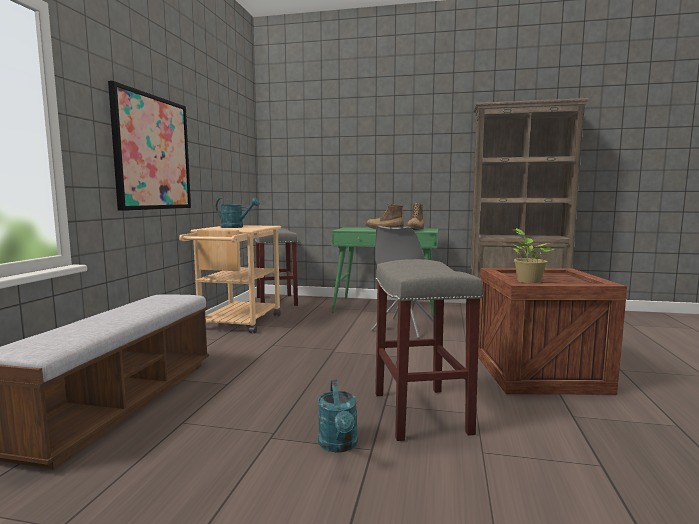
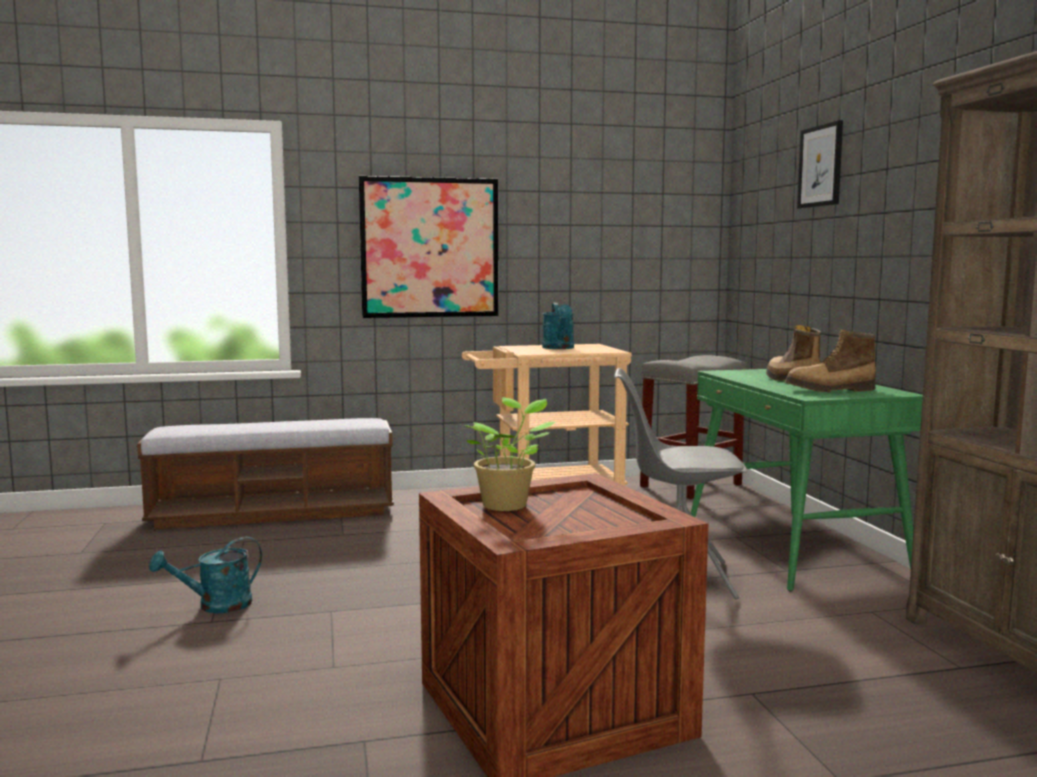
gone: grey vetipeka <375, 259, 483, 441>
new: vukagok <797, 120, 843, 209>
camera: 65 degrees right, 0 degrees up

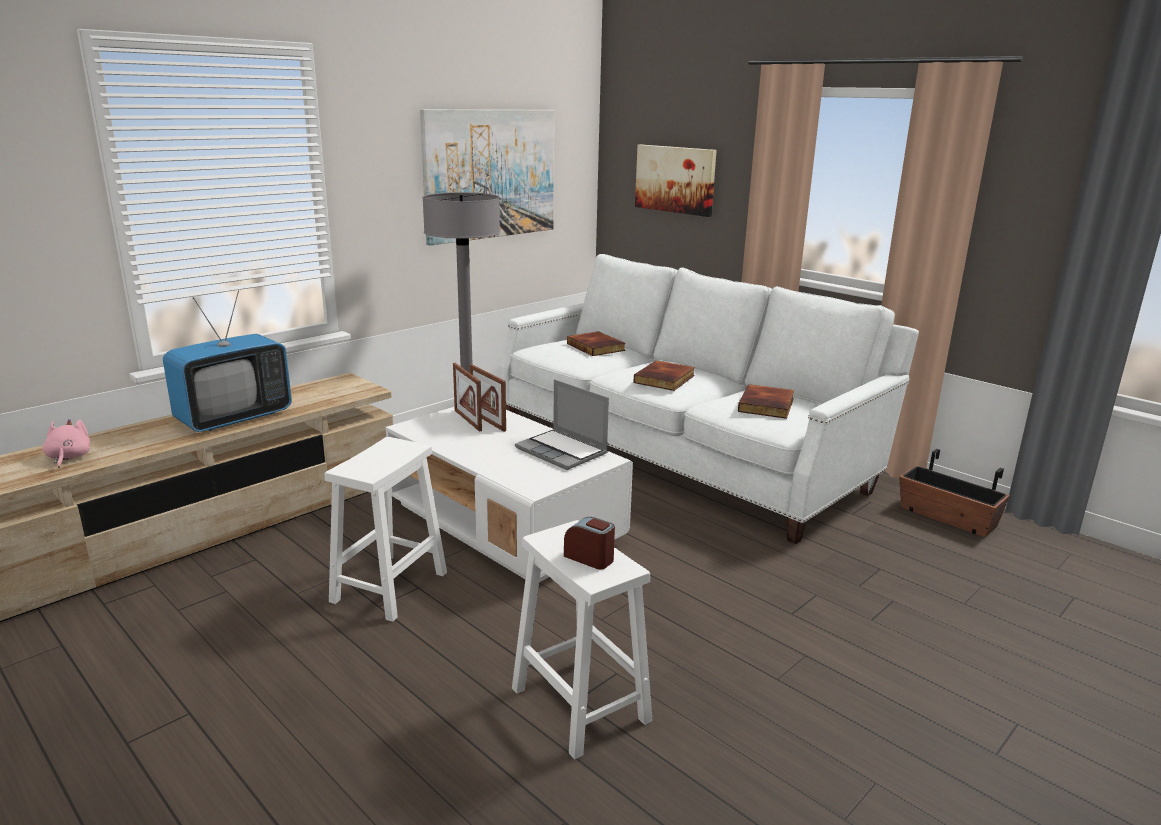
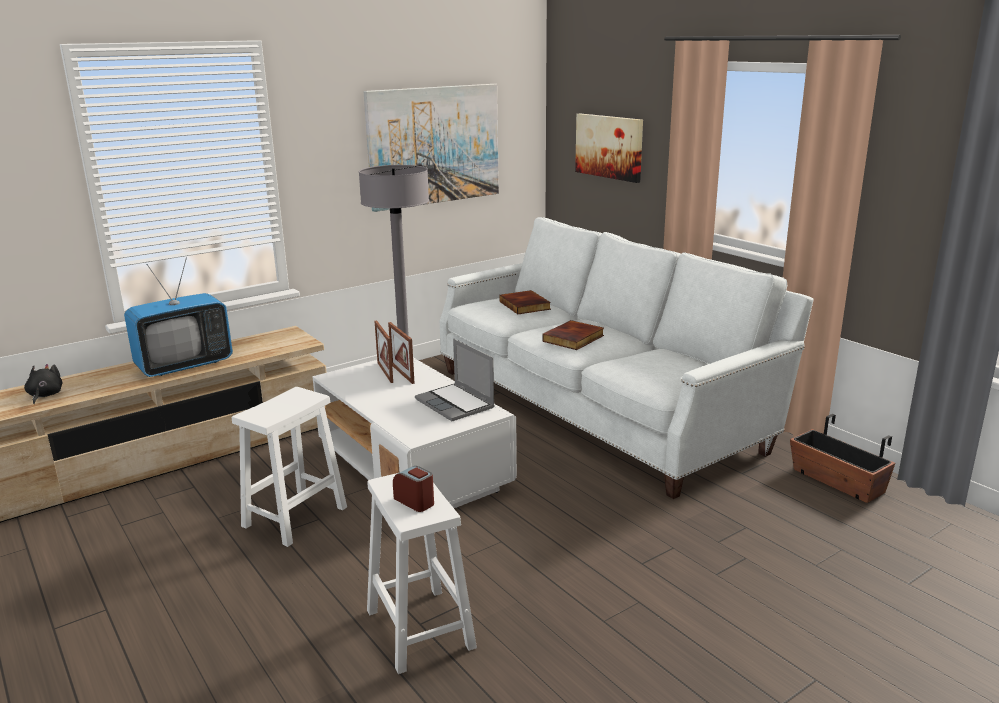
gone: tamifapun <738, 384, 794, 419>
repainted: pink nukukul <42, 419, 90, 468> to black nukukul <24, 364, 63, 404>
camera: 10 degrees right, 0 degrees up

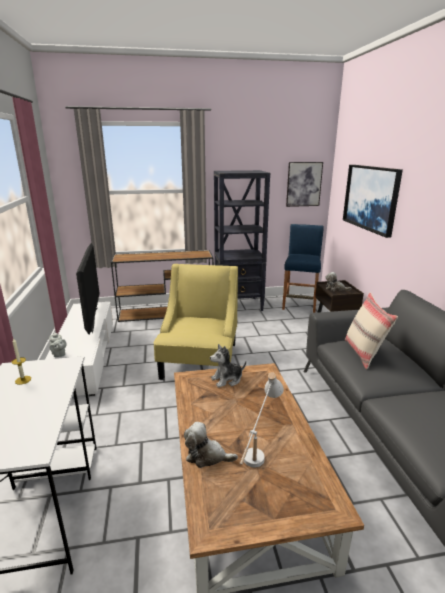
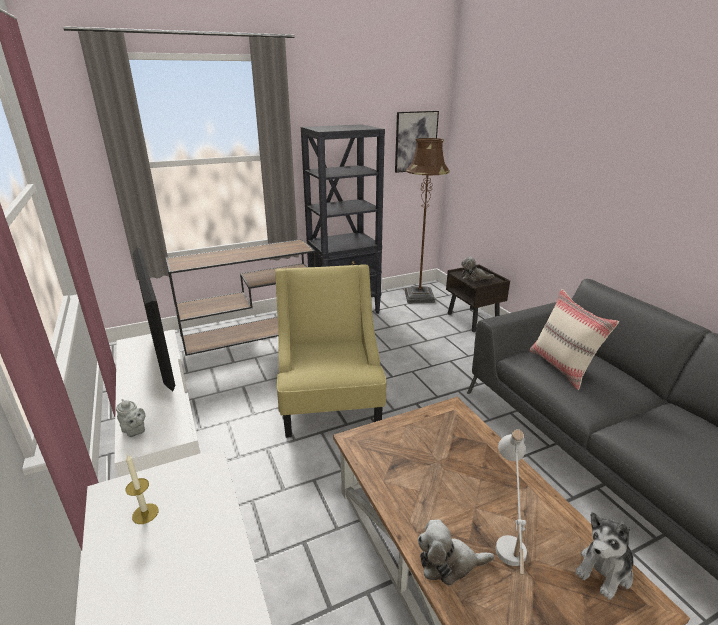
gone: vukagok <343, 165, 403, 238>
shifted: nukukul <210, 344, 246, 388> to <575, 512, 633, 600>
swapped: blue vetipeka <282, 224, 324, 313> to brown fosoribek <405, 138, 450, 303>
camera: 15 degrees left, 5 degrees up

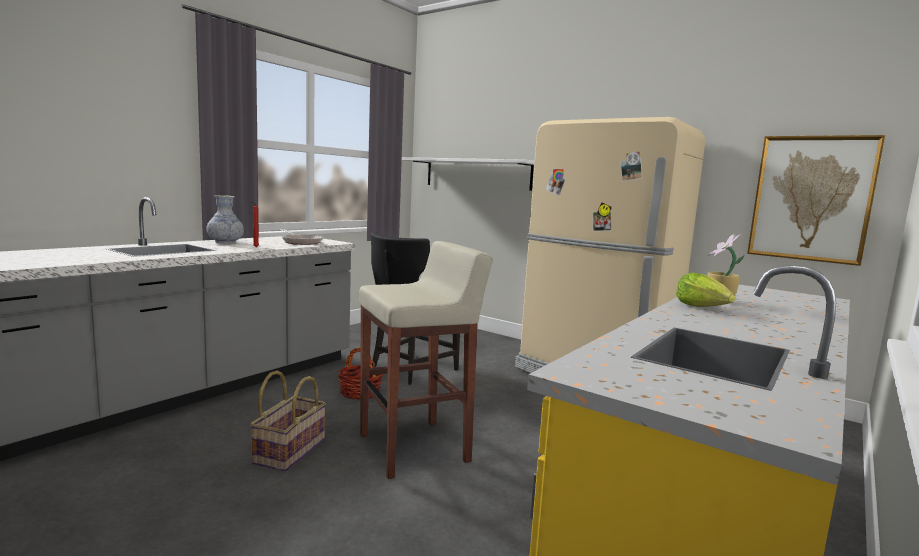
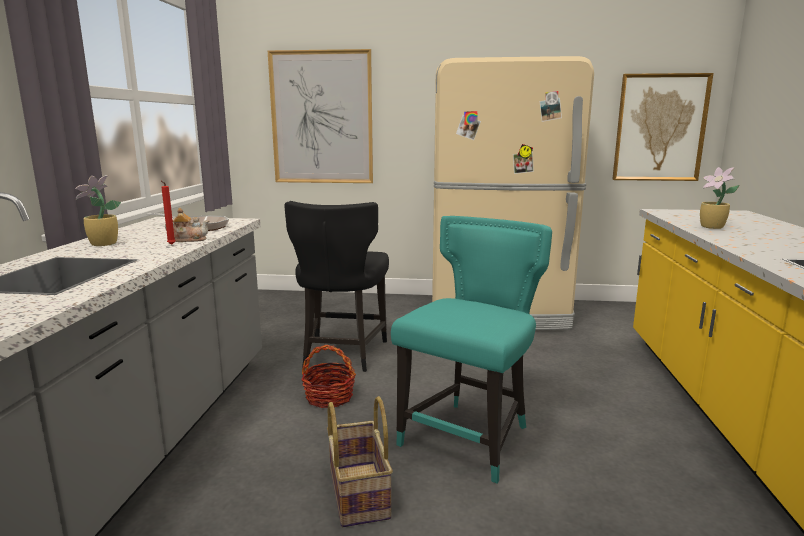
gone: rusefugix <676, 272, 735, 307>
new: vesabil <165, 208, 209, 242>
swapped: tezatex <207, 195, 244, 243> to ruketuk <75, 175, 121, 246>; beige vetipeka <359, 241, 493, 479> to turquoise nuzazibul <391, 216, 552, 483>; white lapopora <402, 157, 535, 191> to vukagok <267, 49, 373, 183>
camera: 30 degrees left, 5 degrees up

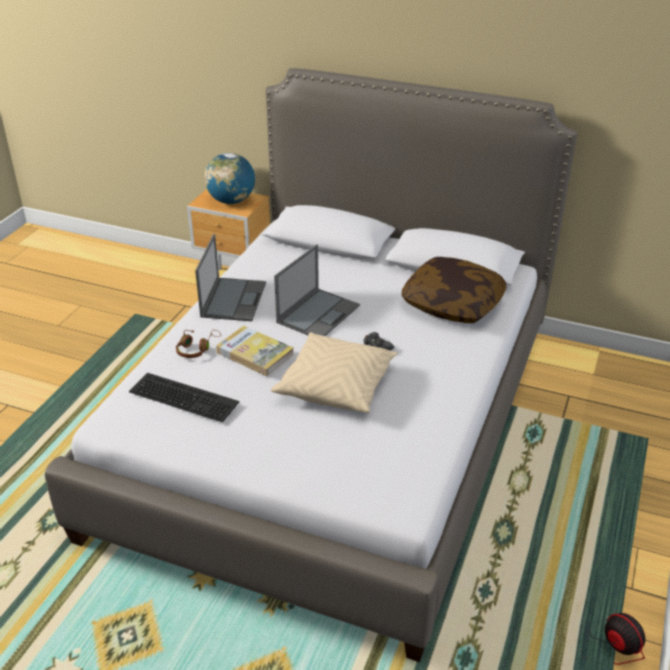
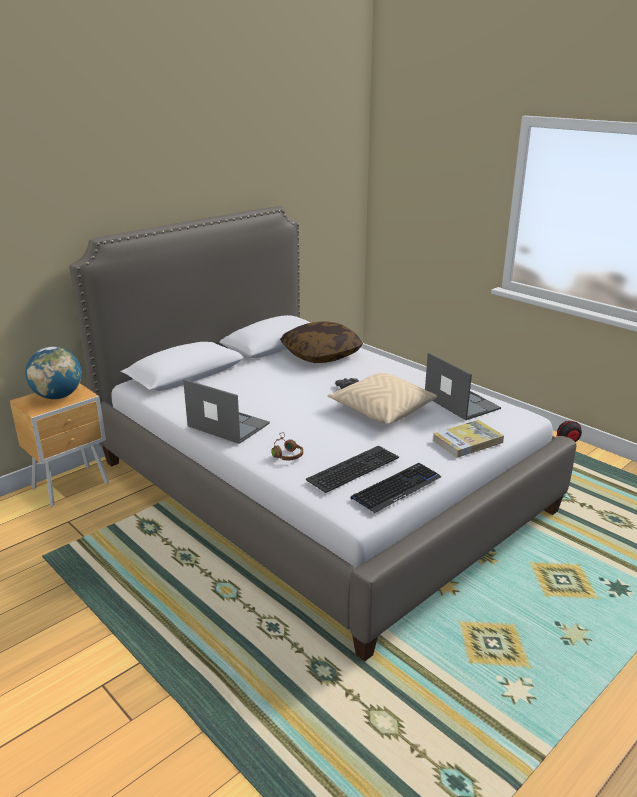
new: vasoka <351, 463, 441, 513>
shifted: tamifapun <216, 326, 294, 376> to <432, 420, 504, 458>; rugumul <274, 244, 360, 336> to <425, 353, 501, 420>
camera: 65 degrees left, 10 degrees down

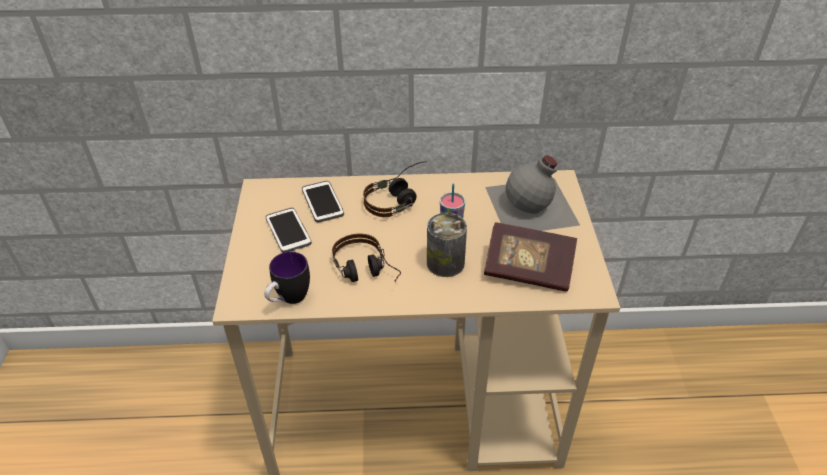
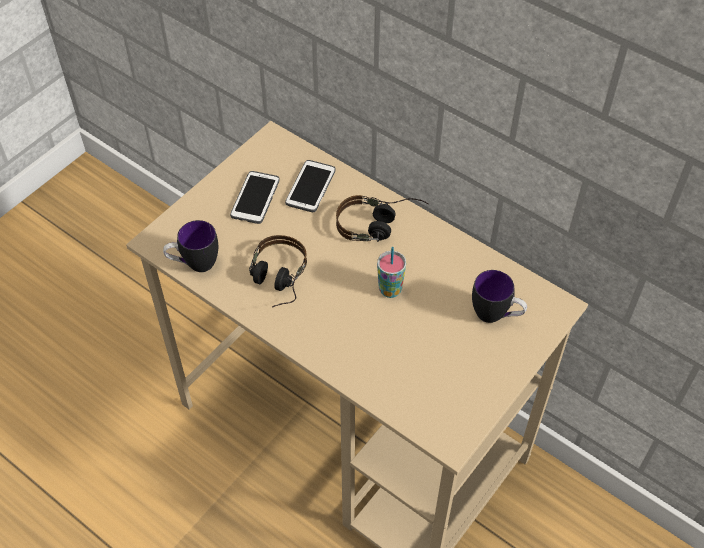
gone: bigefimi <427, 213, 467, 277>; tamifapun <484, 222, 577, 292>
swapped: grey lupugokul <485, 156, 580, 231> to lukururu <472, 270, 527, 323>
camera: 40 degrees right, 10 degrees up

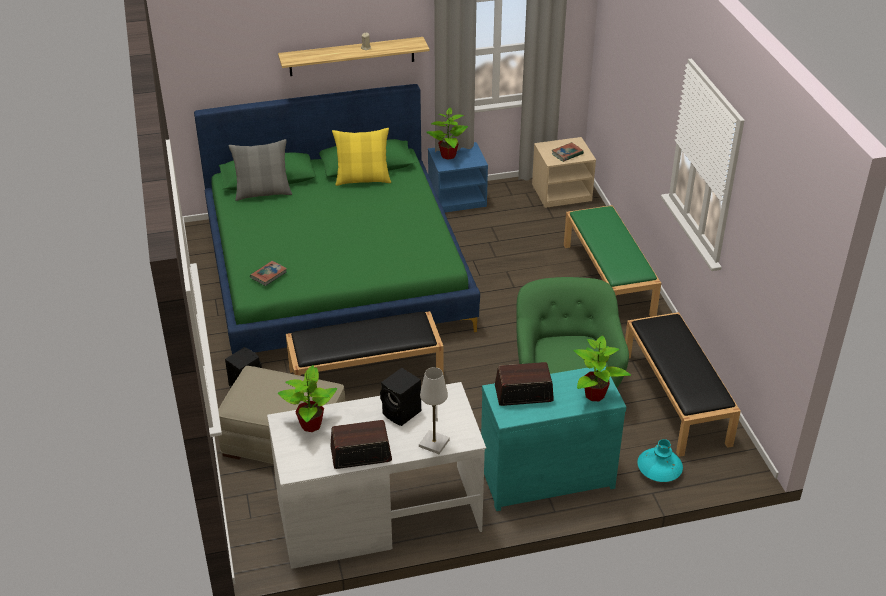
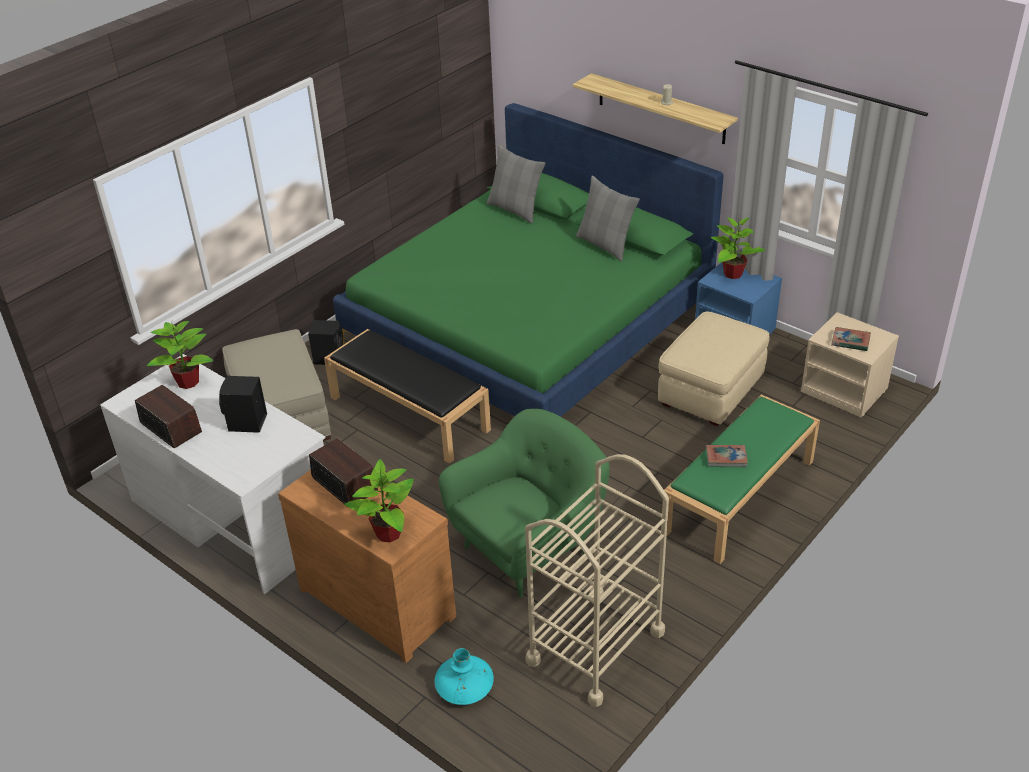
gone: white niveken <419, 367, 450, 454>
new: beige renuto <658, 311, 770, 426>
shifted: tamifapun <250, 261, 287, 286> to <706, 445, 748, 468>
swapped: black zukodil <625, 312, 741, 457> to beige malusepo <525, 454, 669, 707>
repainted: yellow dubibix <332, 128, 391, 186> to grey dubibix <576, 176, 640, 261>; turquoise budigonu <481, 367, 626, 511> to brown budigonu <278, 470, 456, 663>
camera: 55 degrees right, 0 degrees up

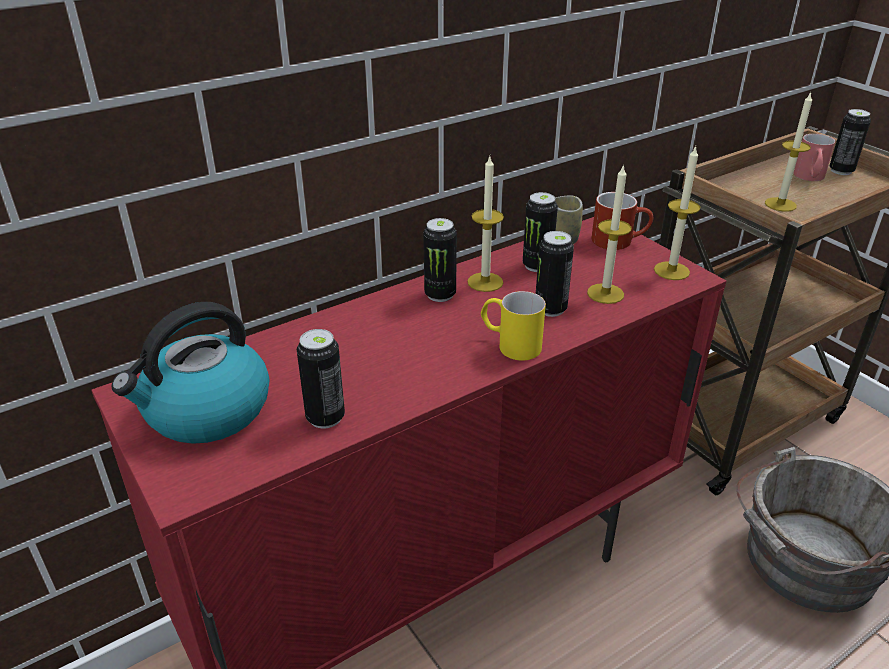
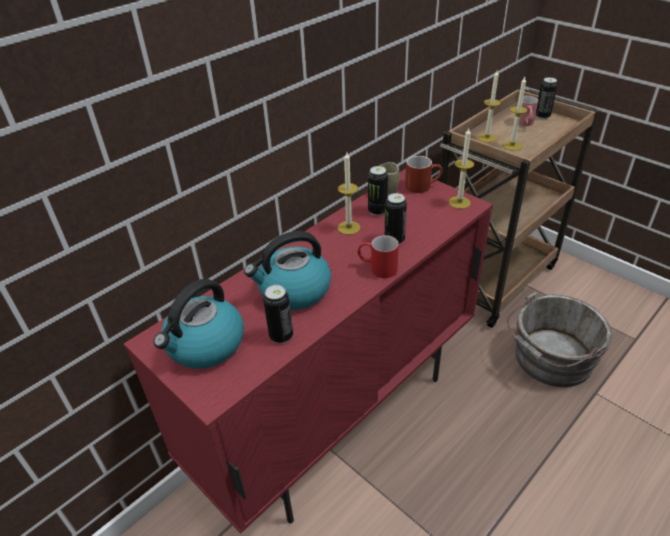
gone: bigefimi <423, 218, 457, 302>
new: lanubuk <244, 231, 331, 310>
shifted: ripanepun <587, 164, 632, 304> to <478, 71, 501, 143>
repainted: yellow lukururu <481, 291, 546, 361> to red lukururu <357, 235, 399, 278>
camera: 10 degrees left, 5 degrees up

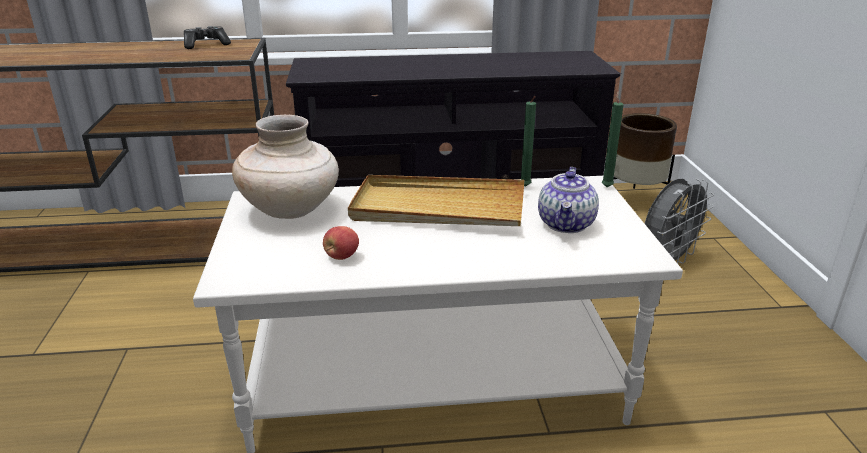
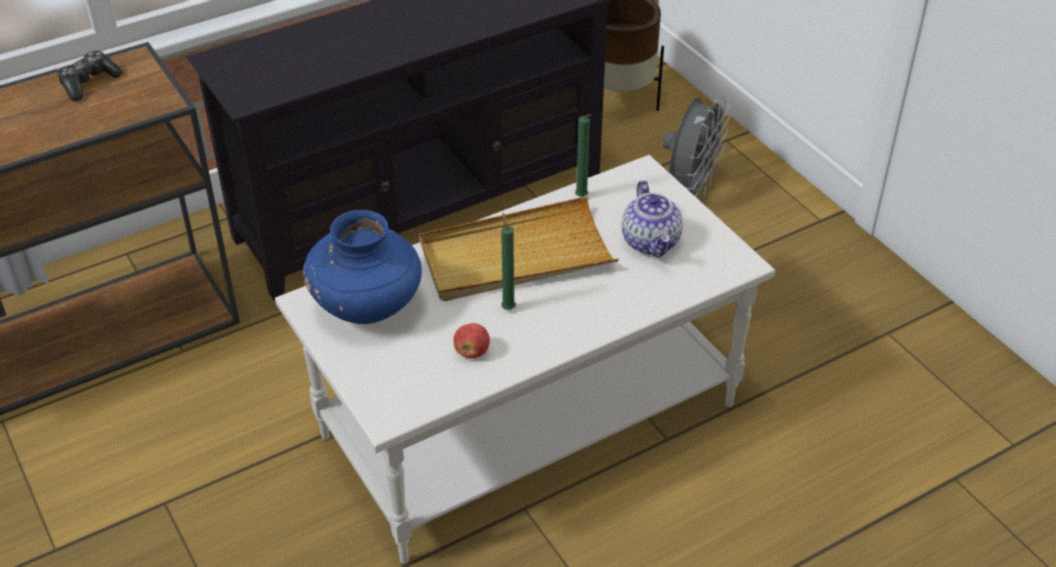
shifted: green ripanepun <602, 91, 624, 187> to <501, 213, 516, 310>
repainted: beige tezatex <232, 115, 339, 219> to blue tezatex <303, 210, 422, 324>
camera: 25 degrees left, 15 degrees up

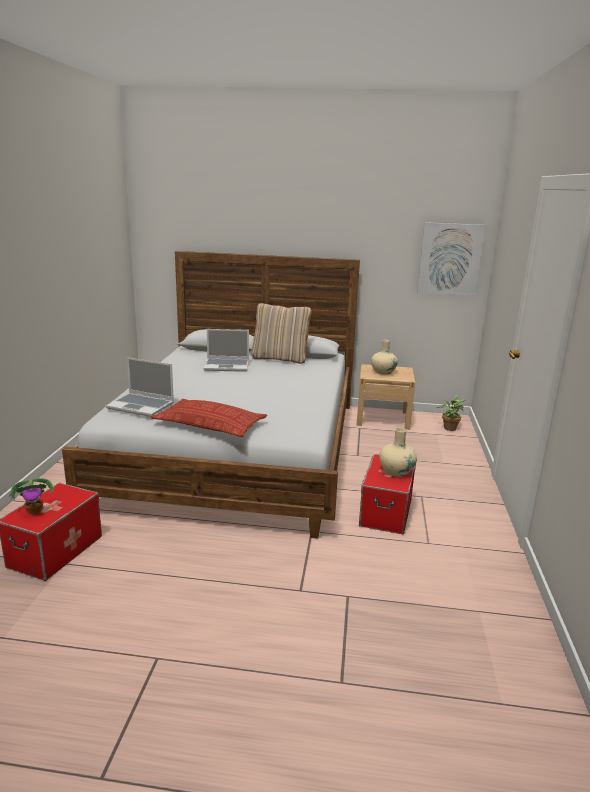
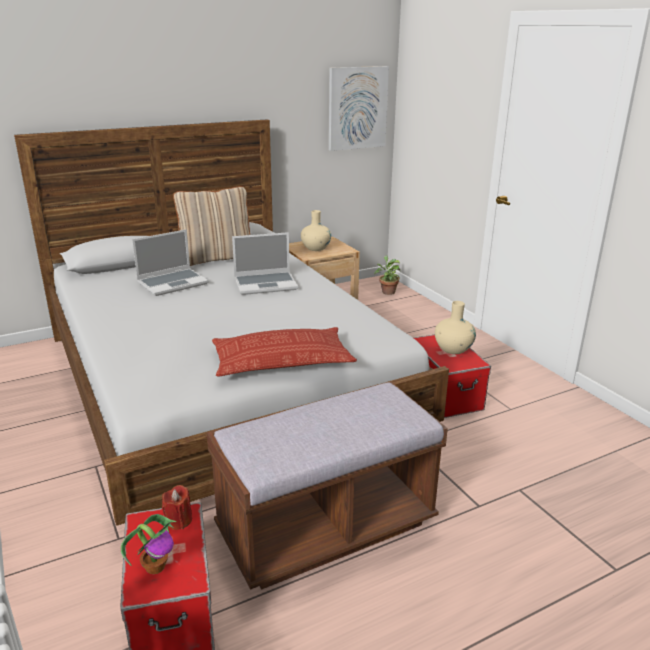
new: red ripanepun <162, 485, 192, 530>; brown zukodil <207, 382, 448, 590>
shifted: rugumul <106, 357, 174, 417> to <232, 232, 298, 295>
camera: 35 degrees left, 5 degrees up

